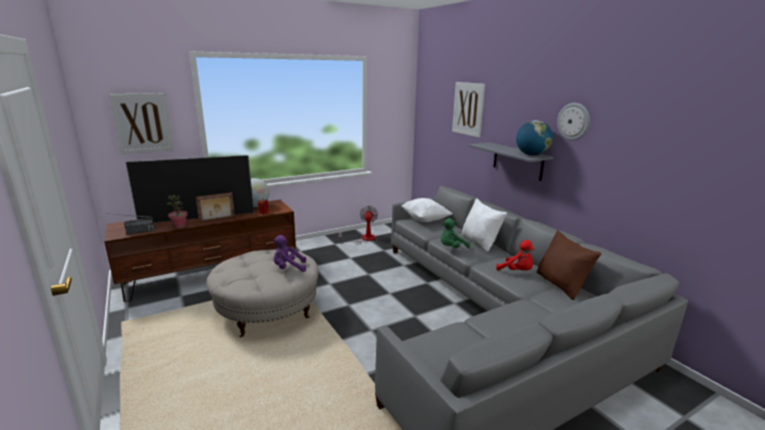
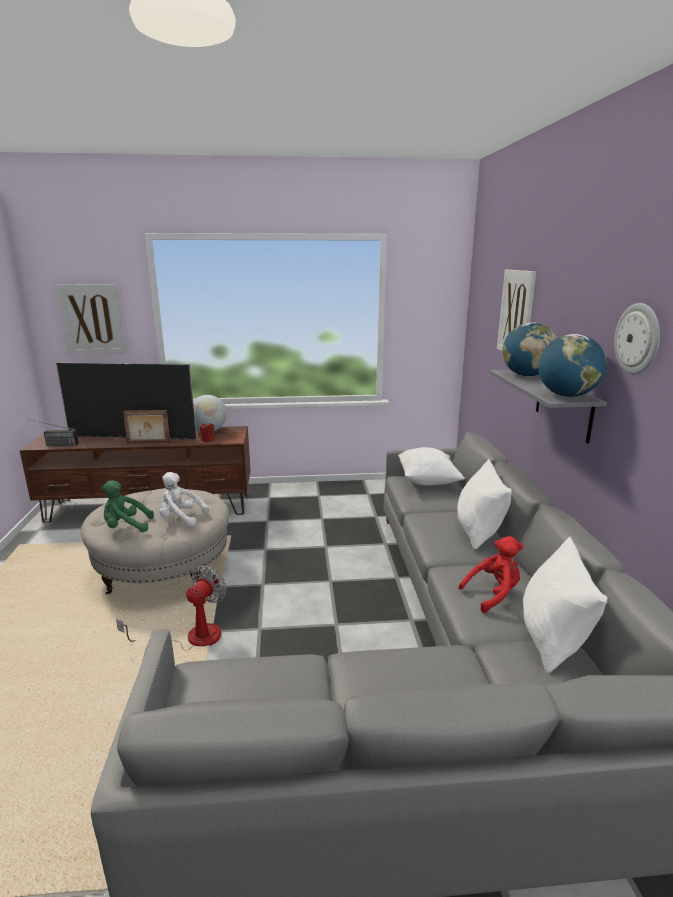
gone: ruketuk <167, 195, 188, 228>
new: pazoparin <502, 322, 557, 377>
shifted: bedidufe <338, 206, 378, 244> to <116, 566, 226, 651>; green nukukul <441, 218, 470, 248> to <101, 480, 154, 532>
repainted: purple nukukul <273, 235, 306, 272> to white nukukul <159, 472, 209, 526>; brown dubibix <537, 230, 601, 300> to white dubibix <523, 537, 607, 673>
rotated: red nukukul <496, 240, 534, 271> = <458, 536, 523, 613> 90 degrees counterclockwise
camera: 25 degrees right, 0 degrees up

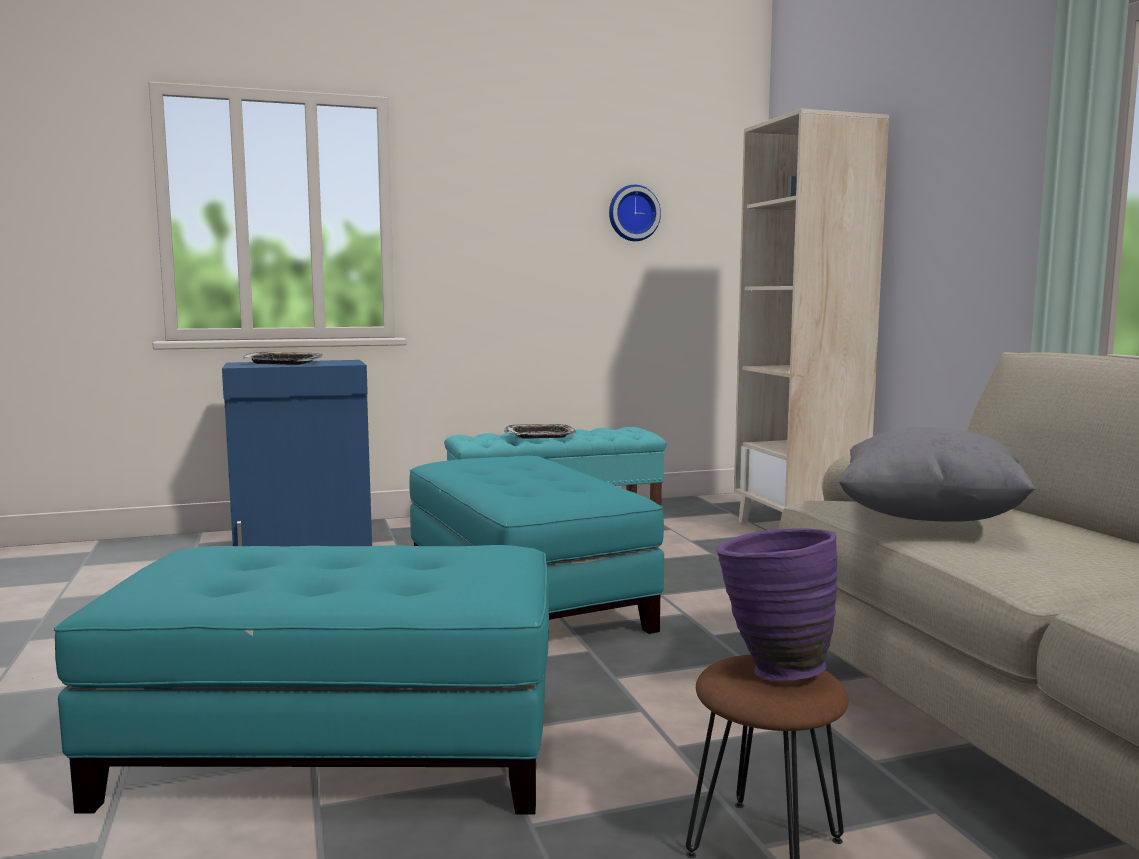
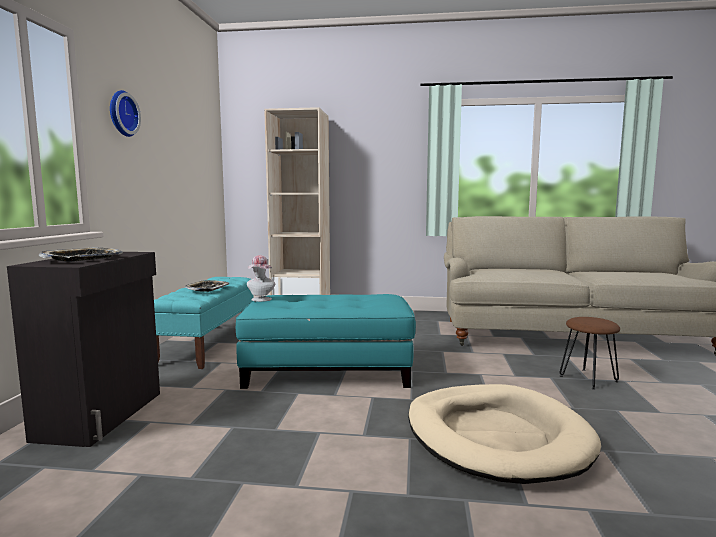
gone: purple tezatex <716, 528, 838, 681>; grey dubibix <839, 427, 1036, 522>
new: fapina <247, 255, 275, 302>
shifted: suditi <609, 185, 661, 241> to <110, 90, 141, 137>
swapped: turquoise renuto <54, 545, 549, 814> to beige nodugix <408, 384, 601, 484>
repainted: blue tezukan <222, 360, 372, 546> to black tezukan <7, 252, 160, 447>
camera: 65 degrees left, 0 degrees up

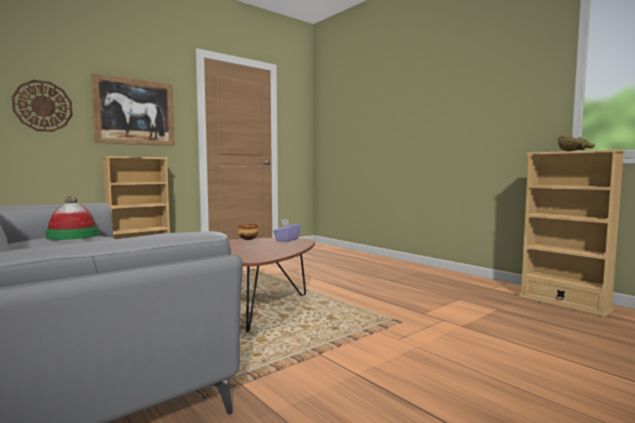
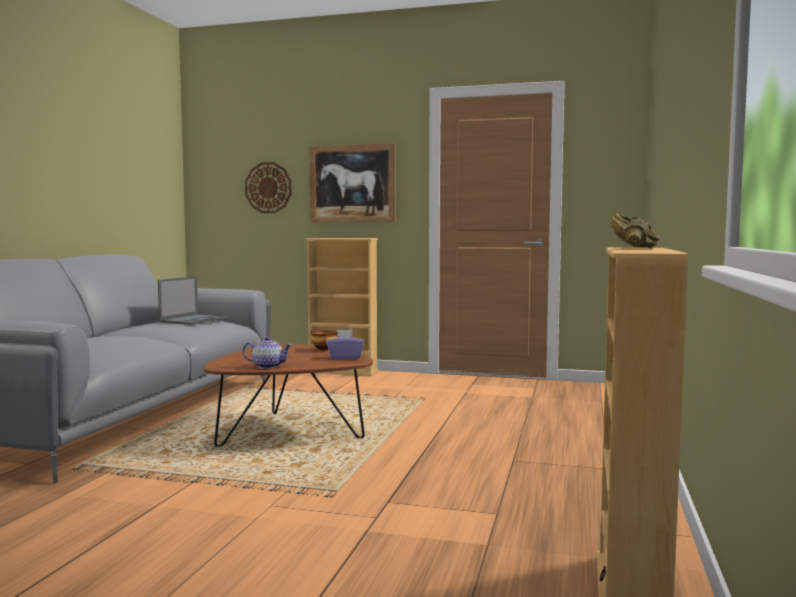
new: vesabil <243, 337, 292, 369>
swapped: fapina <45, 195, 99, 240> to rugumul <158, 277, 227, 325>
camera: 55 degrees right, 0 degrees up

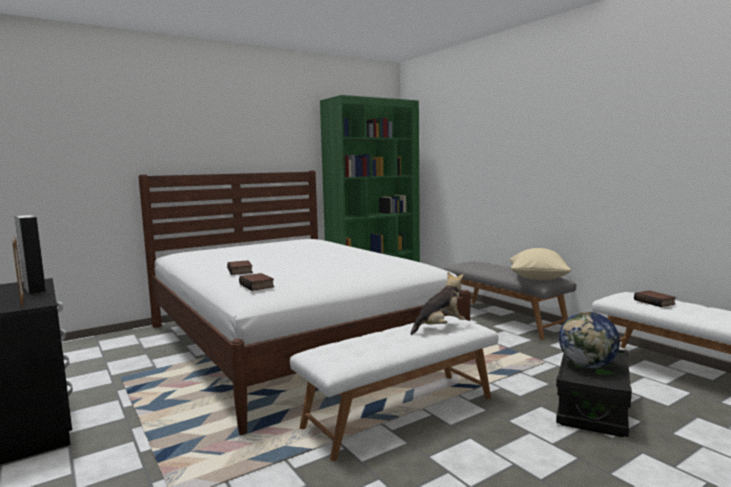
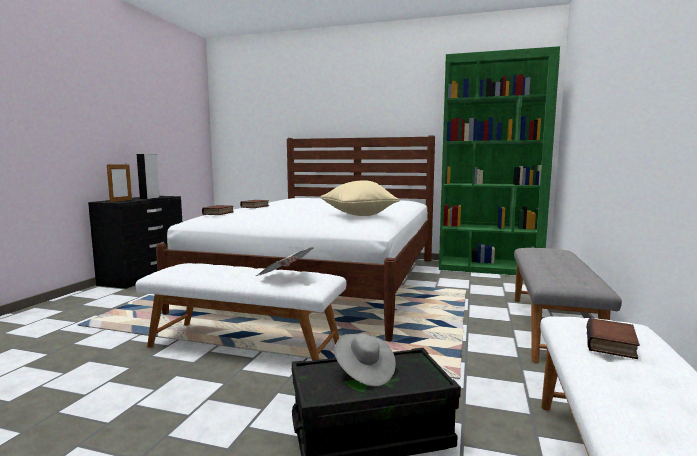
shifted: beige dubibix <510, 248, 571, 280> to <321, 180, 400, 216>
swapped: nukukul <411, 272, 465, 335> to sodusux <256, 247, 314, 276>; pazoparin <559, 312, 620, 368> to grey fapina <334, 334, 396, 387>
camera: 50 degrees right, 0 degrees up

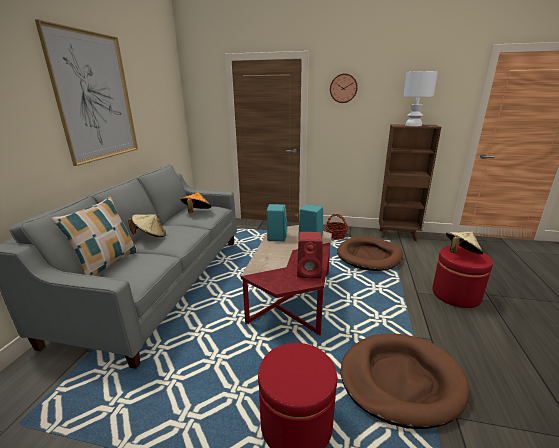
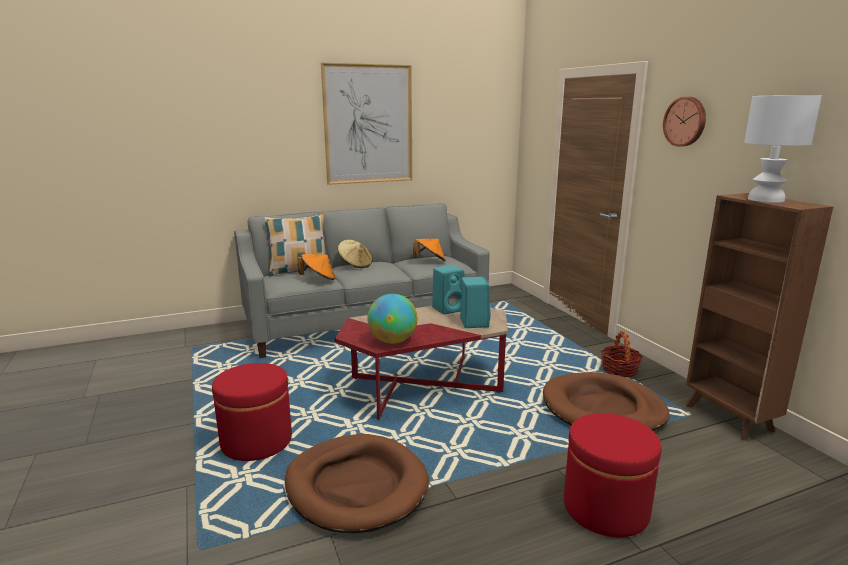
gone: beige fapina <446, 231, 483, 254>
new: orange fapina <298, 254, 335, 280>
swapped: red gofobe <297, 232, 323, 278> to pazoparin <367, 294, 417, 344>
camera: 55 degrees right, 5 degrees down

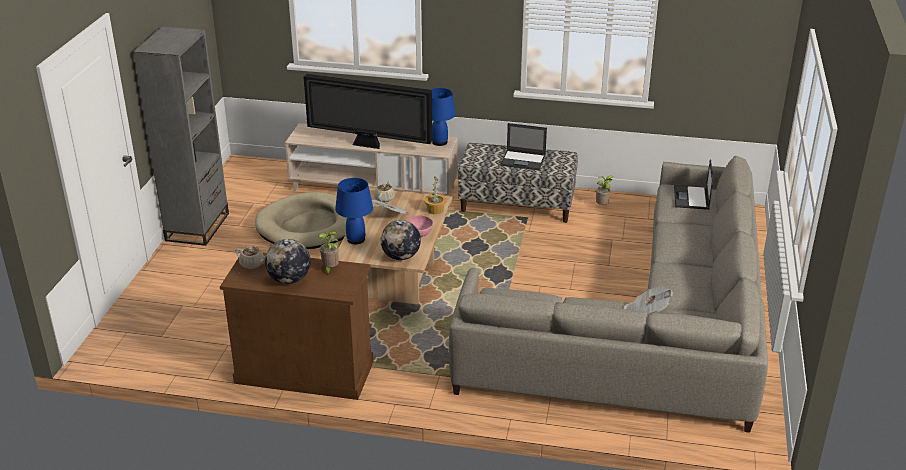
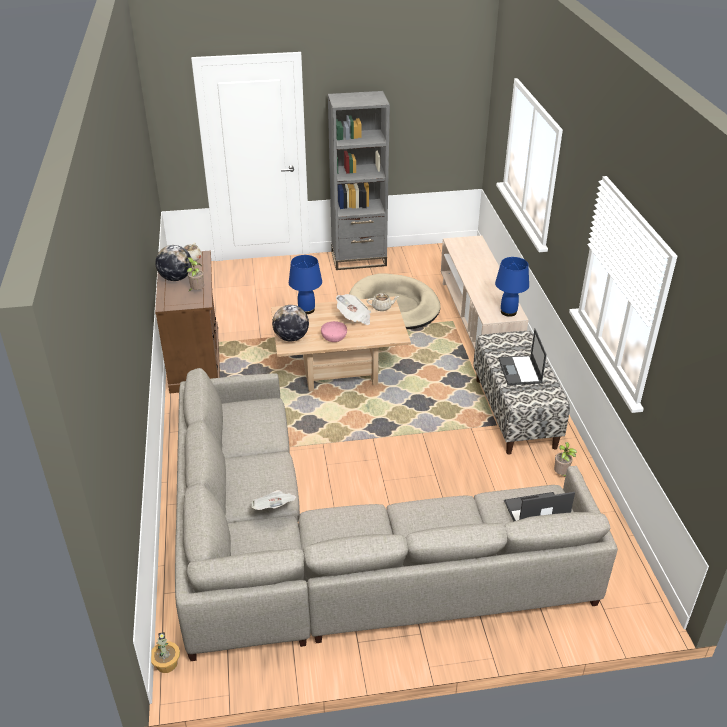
gone: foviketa <304, 74, 432, 149>
shifted: ruketuk <424, 176, 447, 214> to <151, 632, 180, 673>
camera: 70 degrees right, 5 degrees up

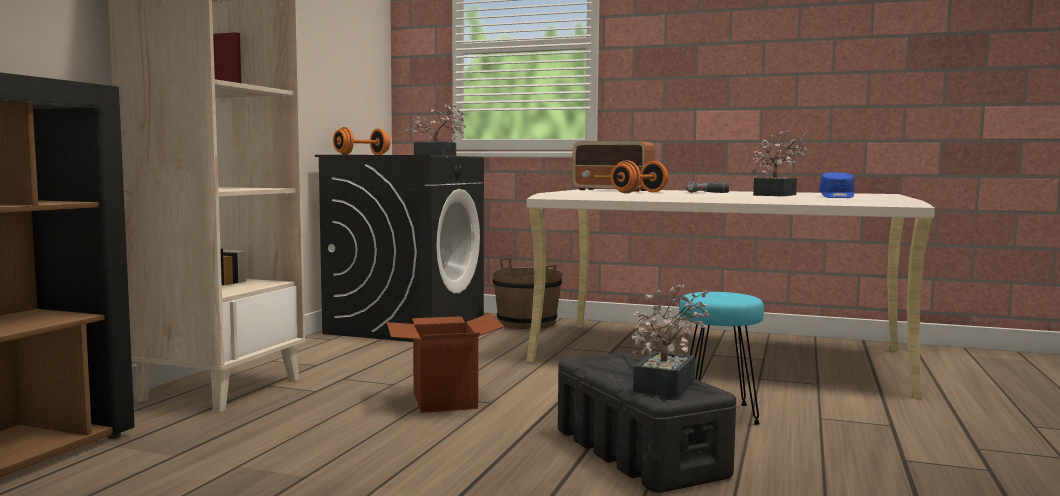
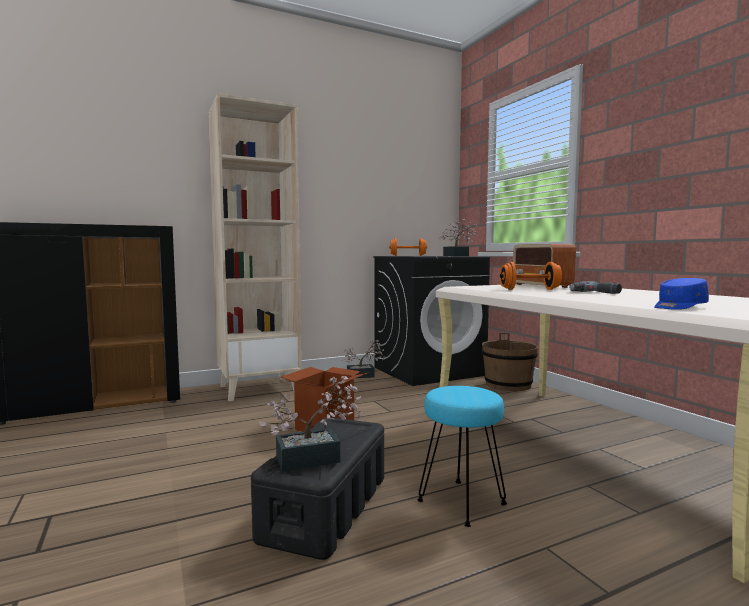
shifted: ruketuk <752, 130, 808, 196> to <340, 340, 385, 378>
camera: 45 degrees right, 0 degrees up

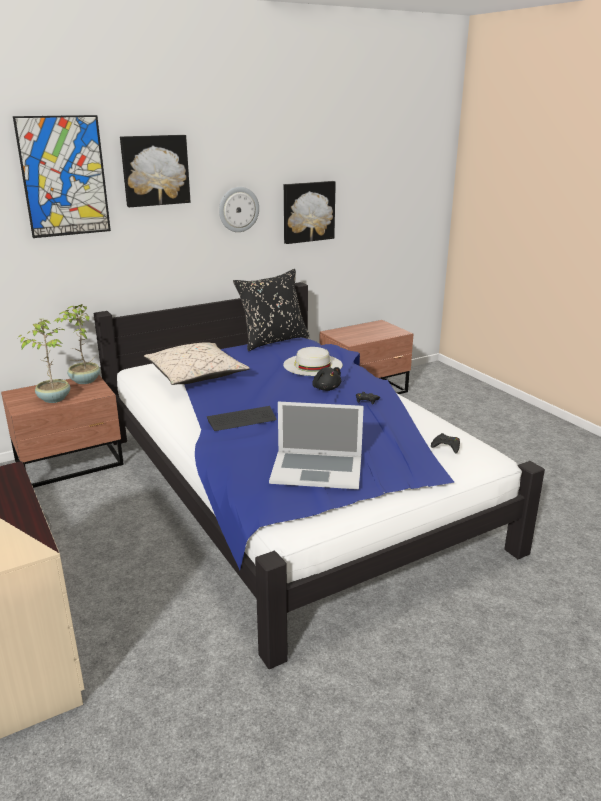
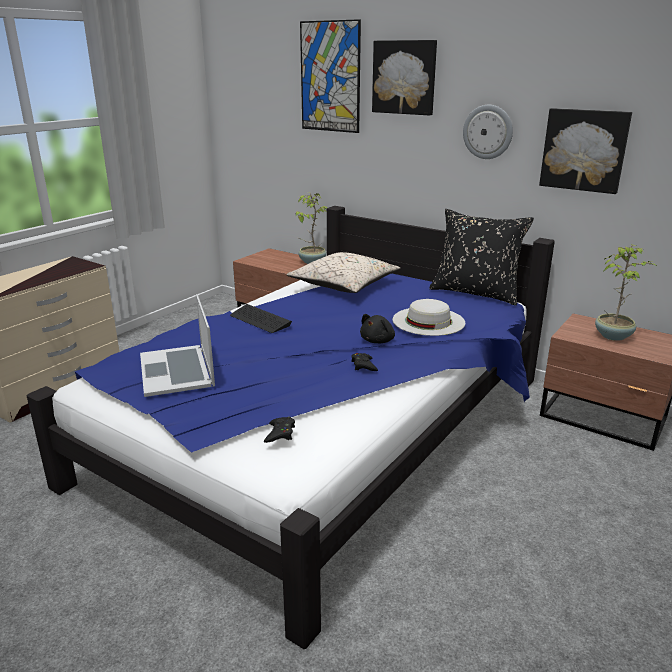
shifted: ruketuk <19, 319, 70, 403> to <595, 244, 658, 341>
camera: 65 degrees right, 0 degrees up

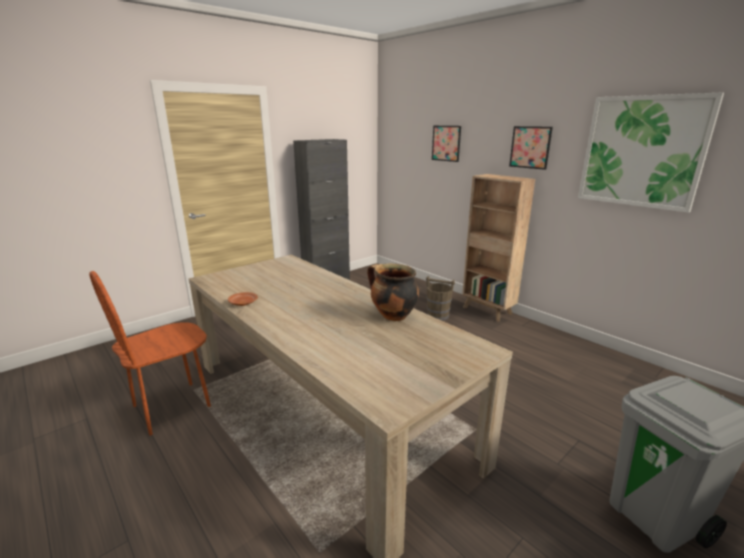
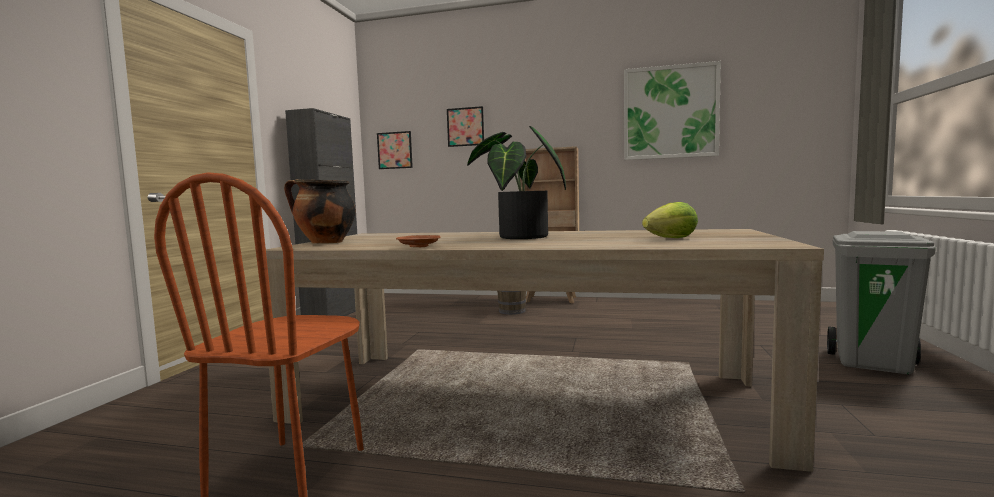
new: ruketuk <467, 126, 566, 239>; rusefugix <642, 202, 698, 238>
shifted: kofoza <367, 264, 419, 321> to <284, 179, 355, 244>; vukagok <509, 126, 553, 170> to <377, 131, 413, 169>
camera: 35 degrees left, 15 degrees down

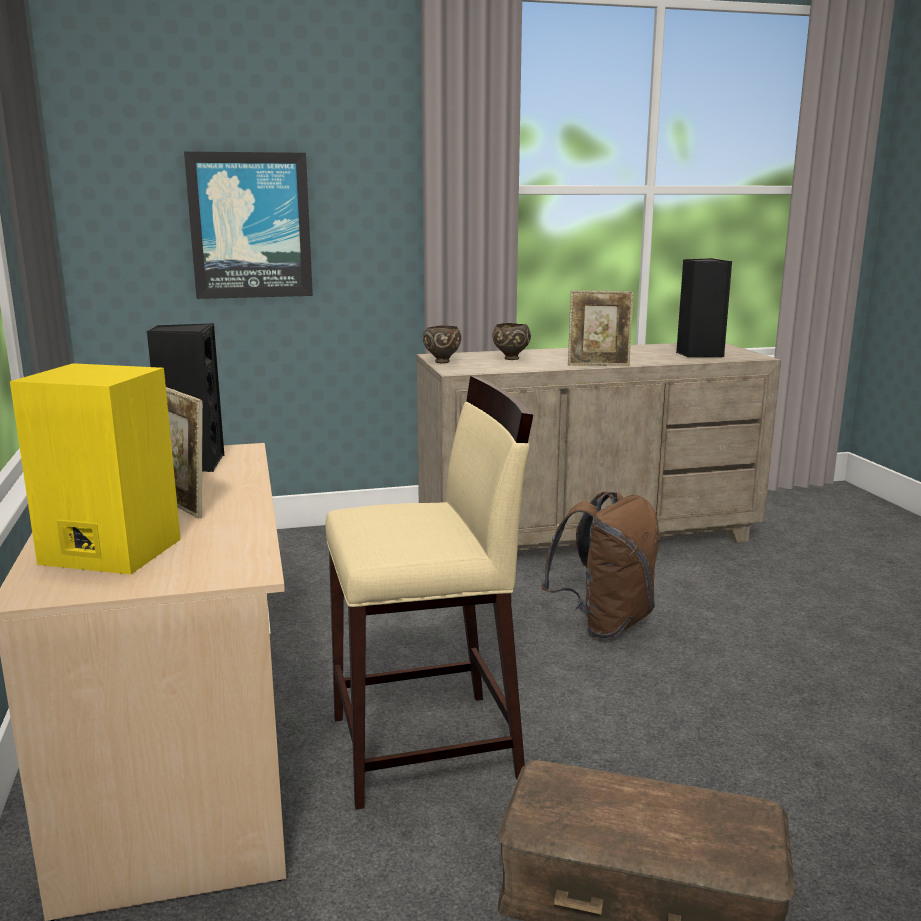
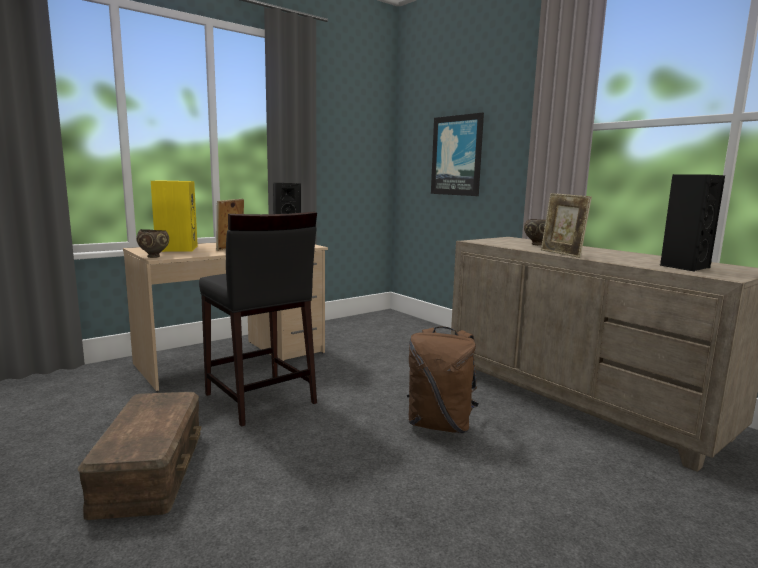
shifted: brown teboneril <423, 325, 461, 363> to <136, 229, 169, 258>
repainted: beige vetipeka <325, 376, 533, 810> to black vetipeka <199, 211, 317, 427>
camera: 65 degrees right, 5 degrees down

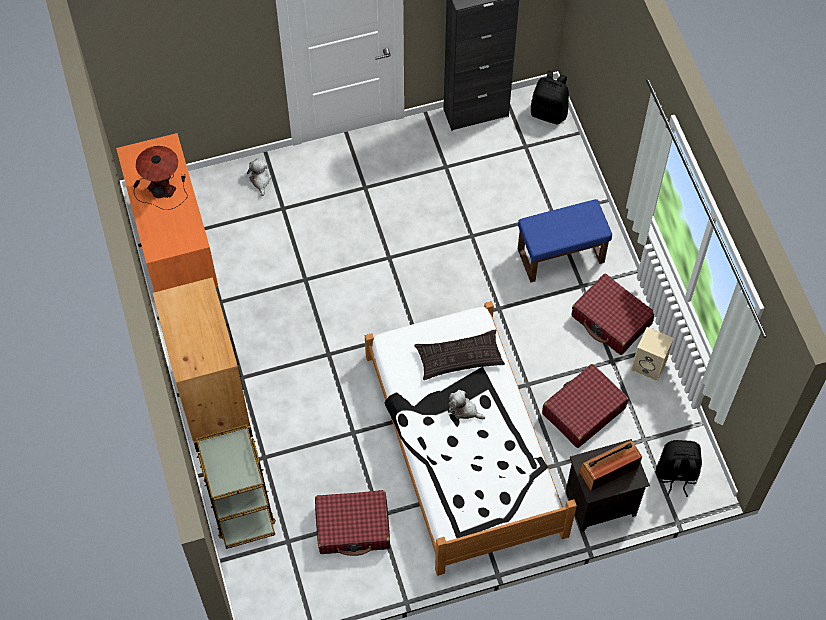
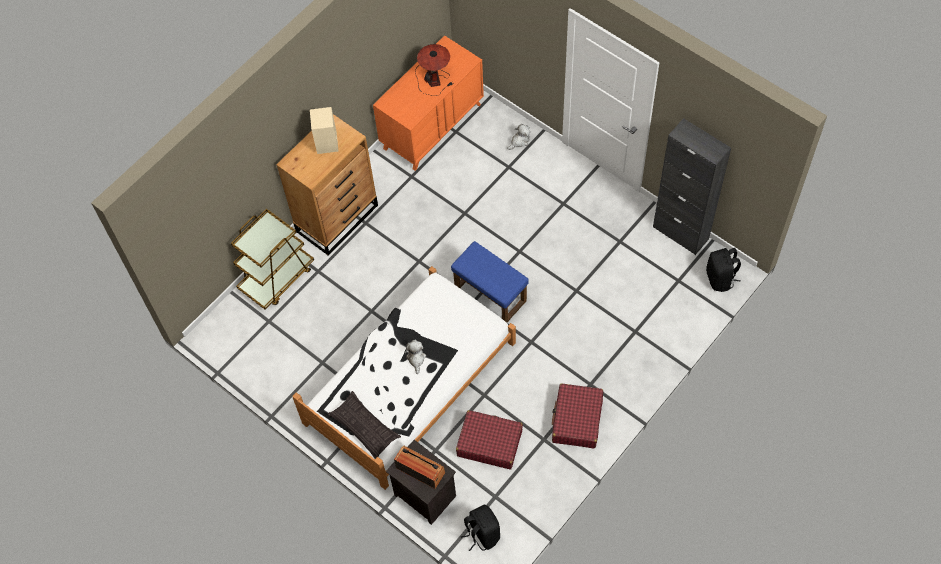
gone: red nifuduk <315, 490, 390, 556>
shifted: dubibix <414, 329, 505, 380> to <328, 391, 401, 459>; blue renuto <518, 199, 612, 283> to <451, 241, 529, 323>; beige gofobe <631, 327, 673, 381> to <310, 107, 338, 154>
camera: 60 degrees right, 0 degrees up

